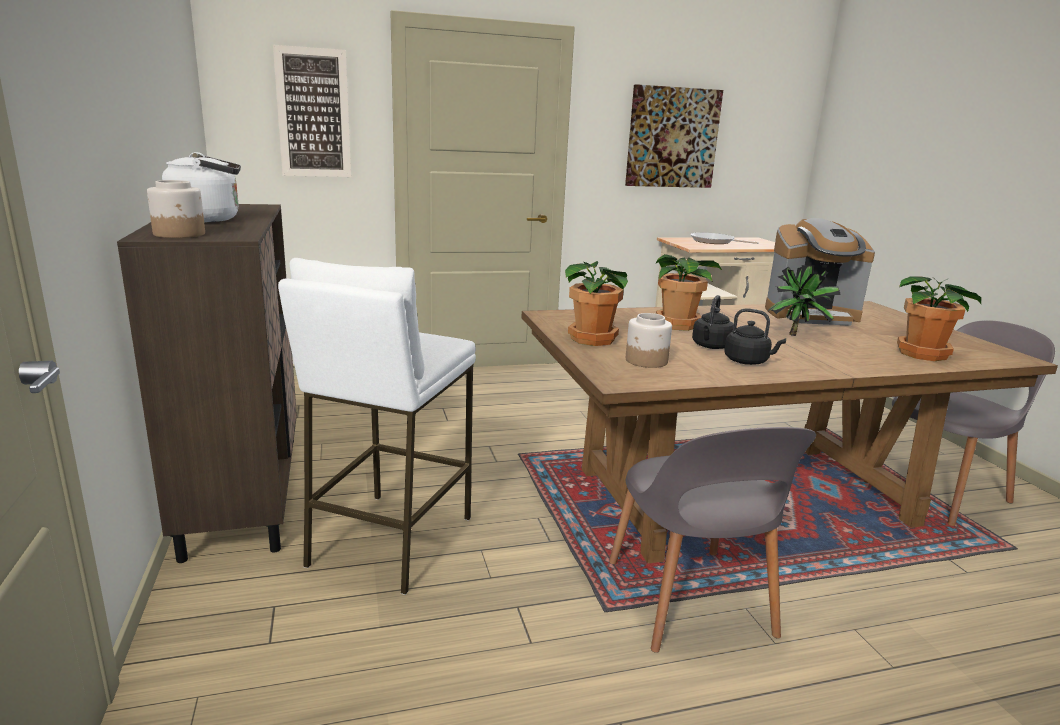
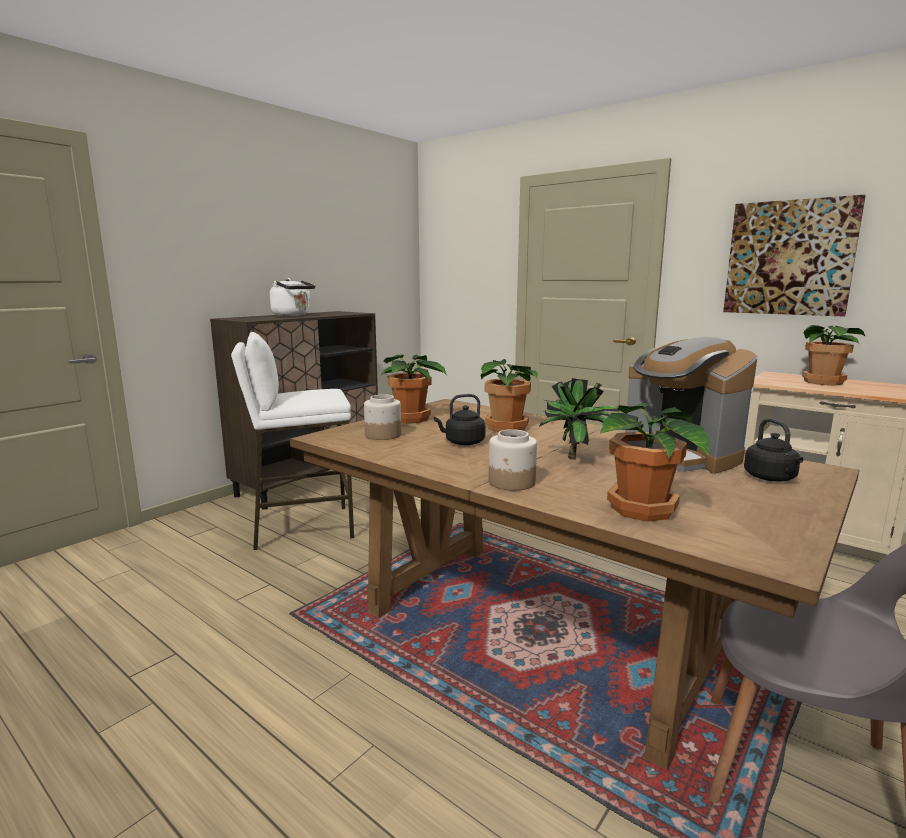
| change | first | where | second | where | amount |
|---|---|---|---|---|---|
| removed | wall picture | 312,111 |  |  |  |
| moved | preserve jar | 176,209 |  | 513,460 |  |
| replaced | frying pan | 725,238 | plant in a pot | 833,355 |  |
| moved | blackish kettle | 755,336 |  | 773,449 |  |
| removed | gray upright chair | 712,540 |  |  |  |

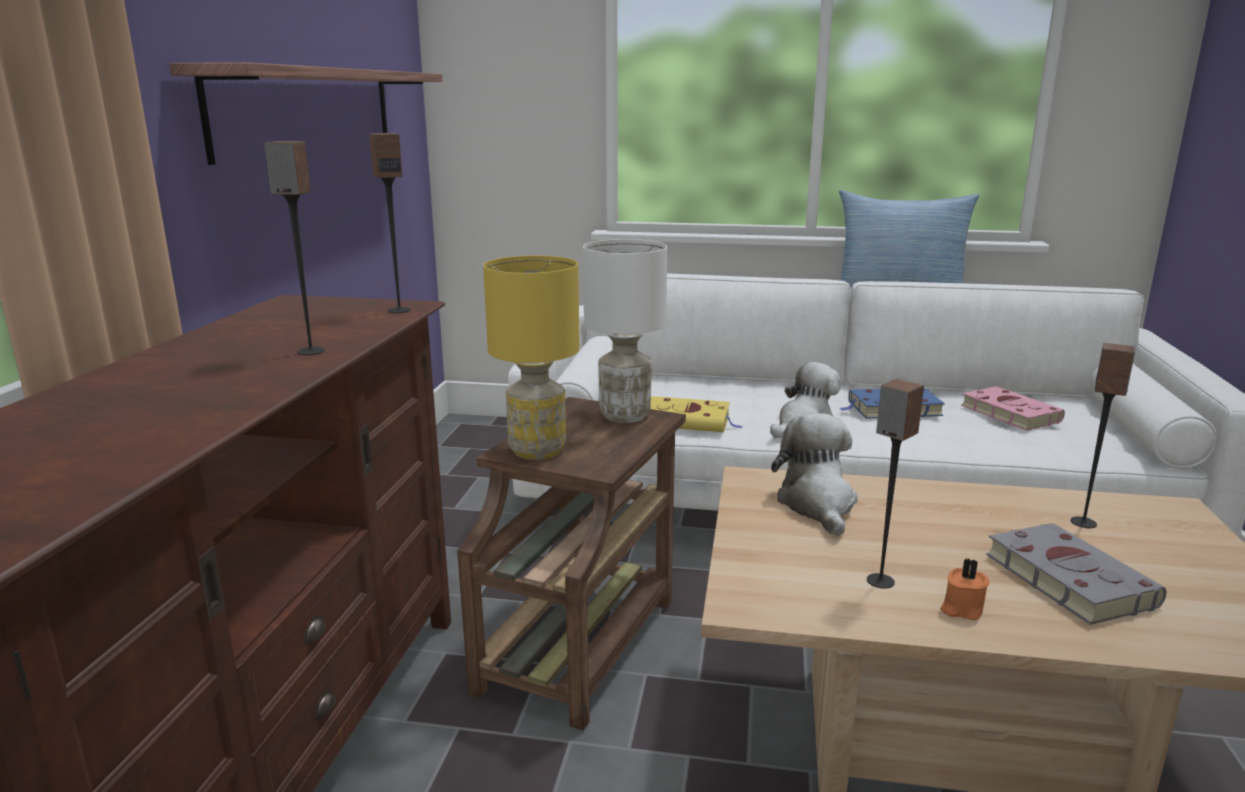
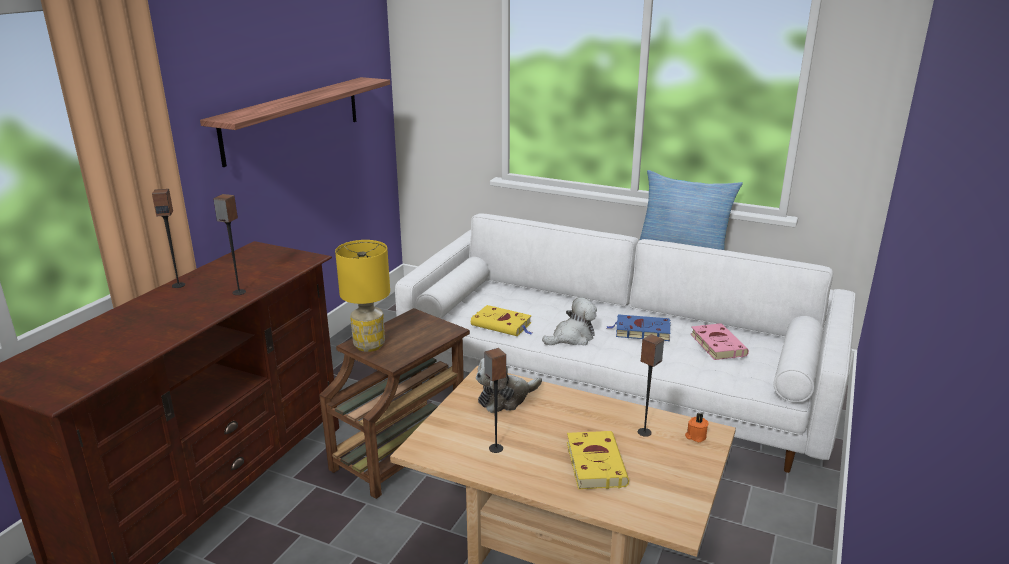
| change | first | where | second | where | amount |
|---|---|---|---|---|---|
| moved | audio speaker | 390,223 |  | 169,238 |  |
| removed | whitish tabletop lamp | 625,331 |  |  |  |
| turned | plush toy | 814,474 |  | 509,385 | 135 degrees counterclockwise |
| recoloured | gray volume | 1076,574 | yellowish volume | 598,460 |  |
| moved | orangey wax light | 965,589 |  | 697,427 |  |

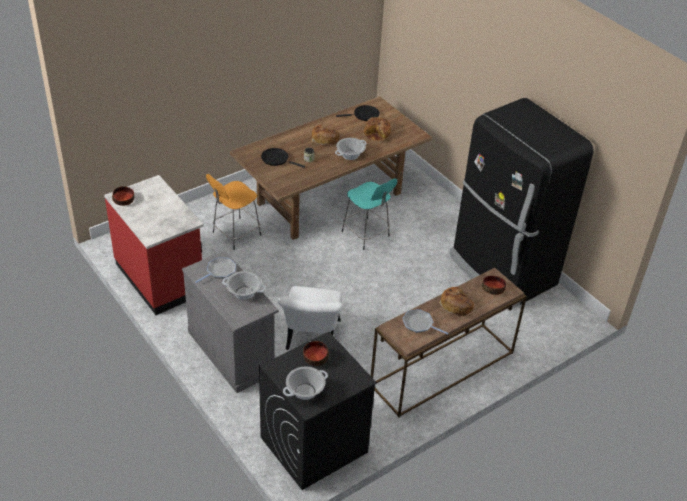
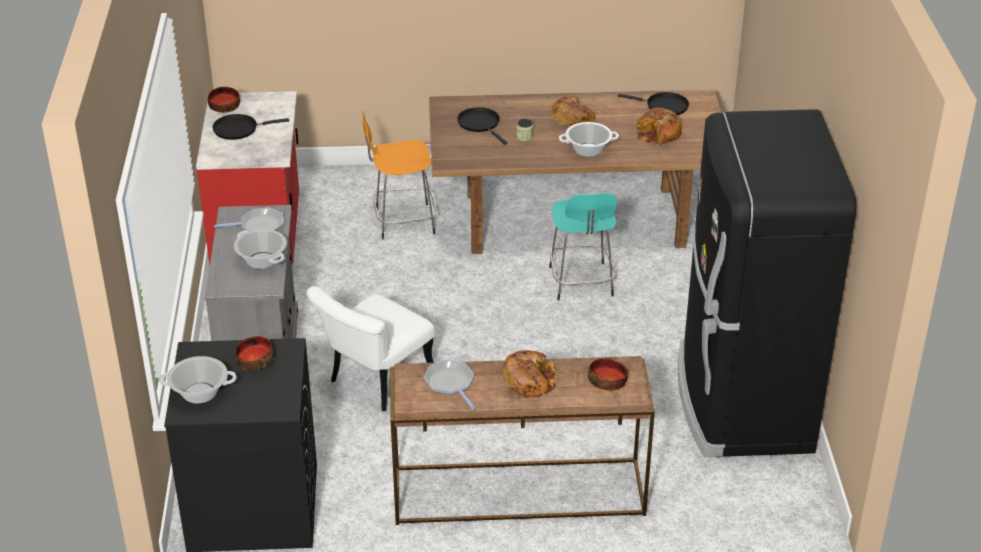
| change | first | where | second | where | amount |
|---|---|---|---|---|---|
| added |  |  | blackish frying pan | 251,127 |  |

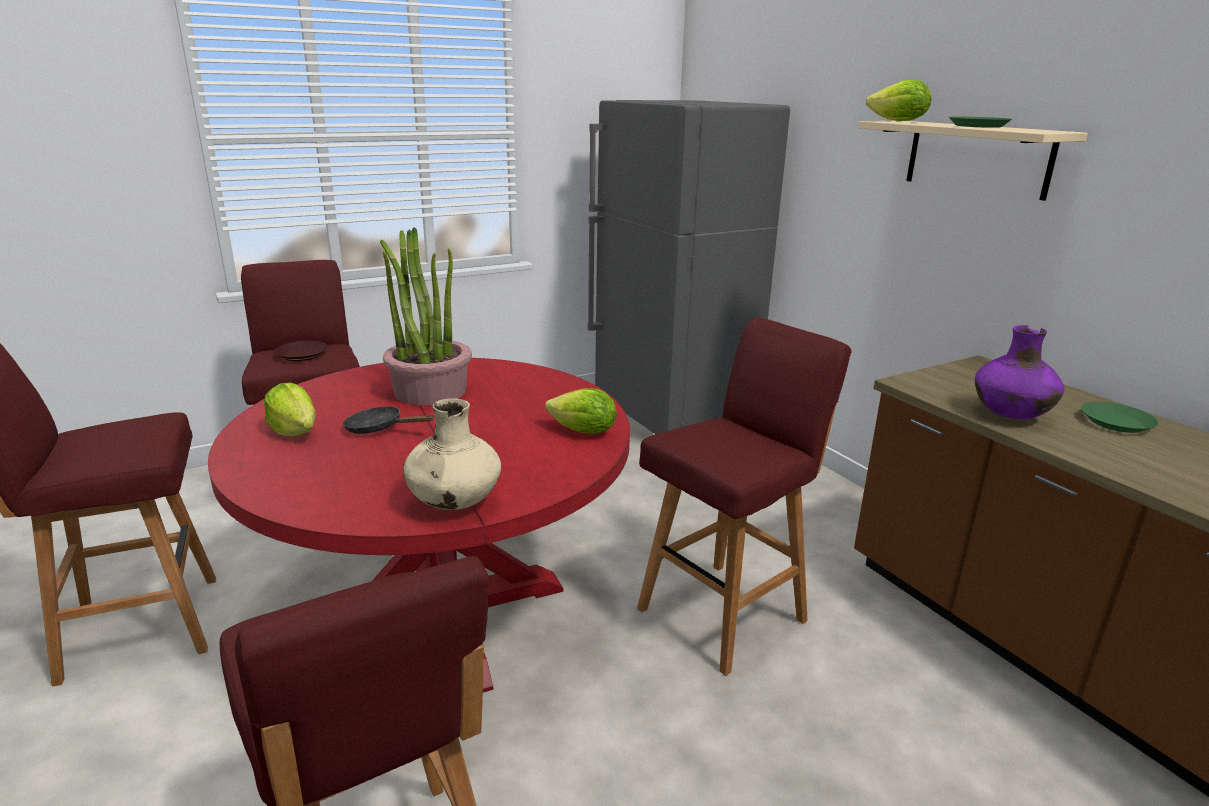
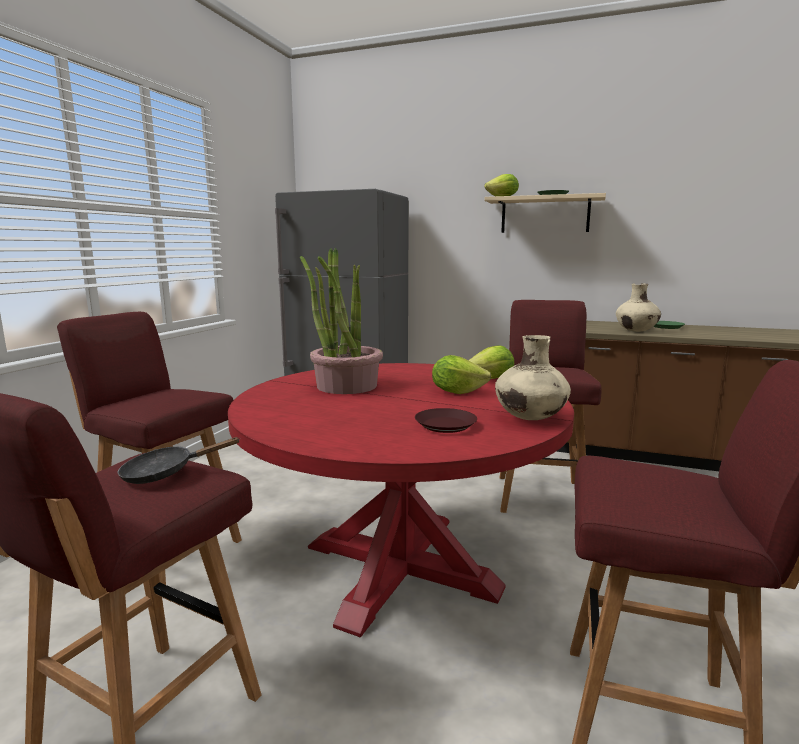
| change | first | where | second | where | amount |
|---|---|---|---|---|---|
| recoloured | purple flower vase | 1020,372 | sand-coloured flower vase | 638,307 |  |
| moved | brown dinner plate | 301,351 |  | 446,420 |  |
| moved | lettuce | 290,410 |  | 461,374 |  |
| moved | blackish frying pan | 388,420 |  | 179,460 |  |

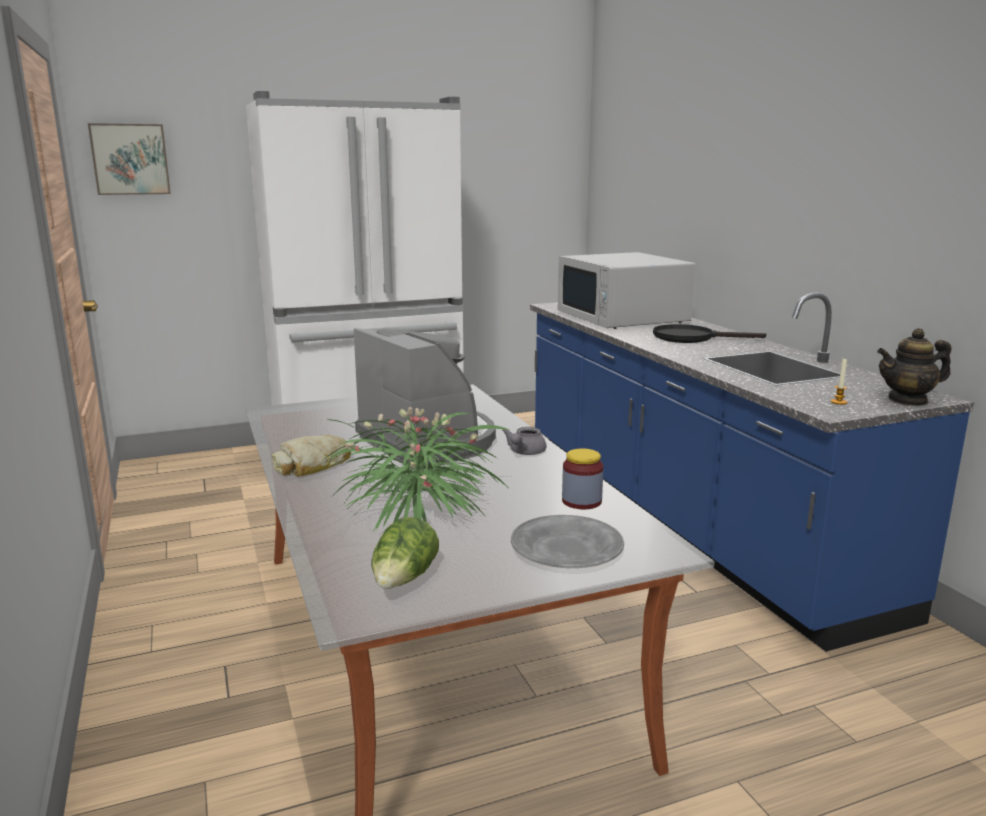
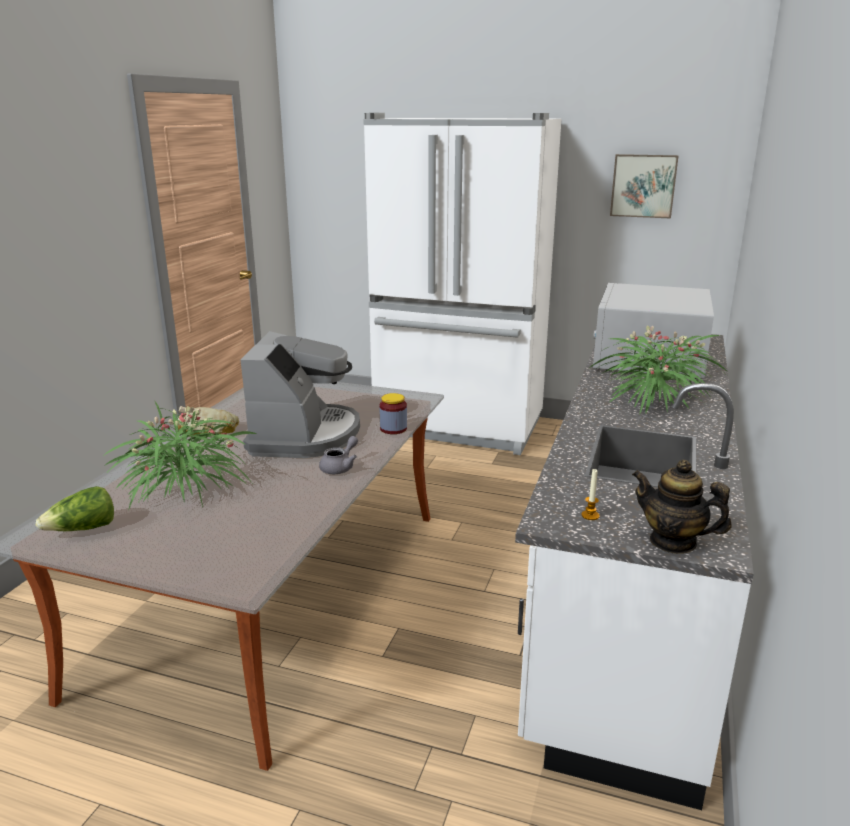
| change | first | where | second | where | amount |
|---|---|---|---|---|---|
| moved | wall picture | 129,159 |  | 644,186 |  |
| recoloured | blue-coloured kitchen counter | 752,472 | whitish kitchen counter | 634,572 |  |
| replaced | blackish frying pan | 709,333 | plant in a pot | 658,370 |  |
| turned | gray teapot | 524,441 |  | 338,455 | 150 degrees clockwise |
| moved | preserve jar | 582,478 |  | 393,413 |  |
| removed | gray dinner plate | 567,541 |  |  |  |

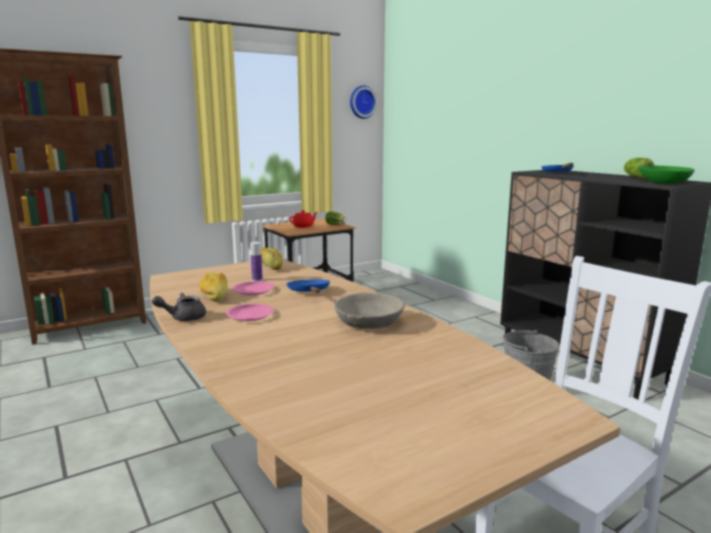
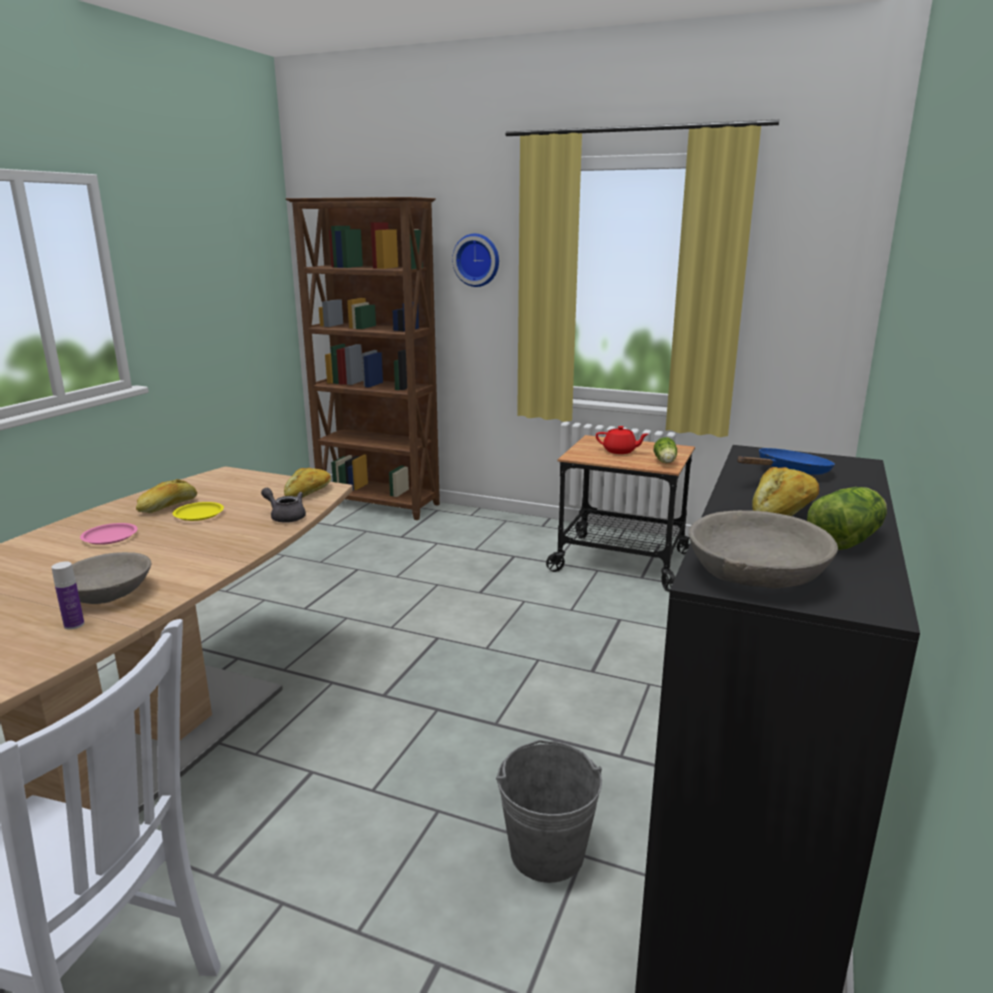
| change | first | where | second | where | amount |
|---|---|---|---|---|---|
| moved | hanging clock | 363,102 |  | 475,260 |  |
| recoloured | green bowl | 666,174 | gray bowl | 763,549 |  |
| moved | beverage bottle | 256,261 |  | 67,596 |  |
| removed | blue-coloured frying pan | 308,286 |  |  |  |
| recoloured | pinkish dinner plate | 253,288 | yellowish dinner plate | 198,511 |  |
| moved | gray teapot | 179,307 |  | 283,505 |  |
| added |  |  | bakery bread | 785,491 |  |

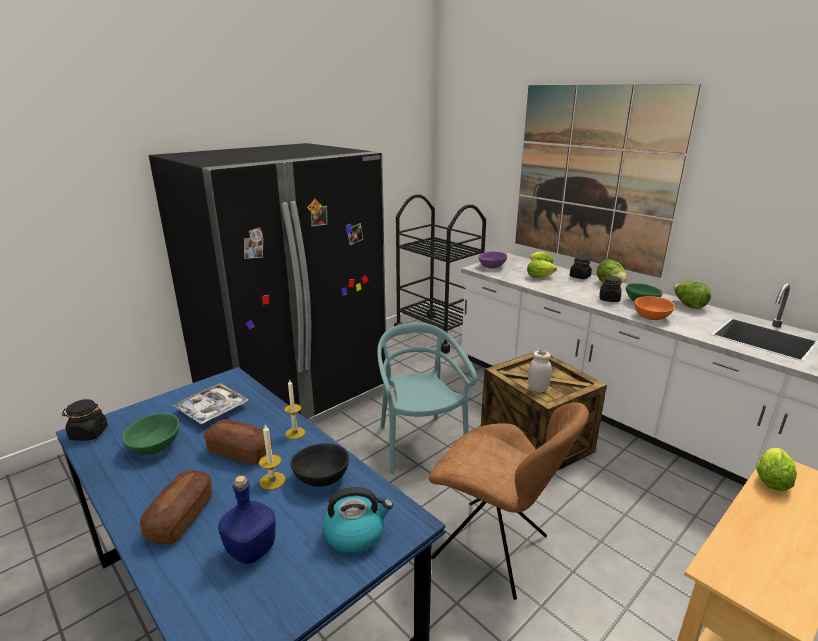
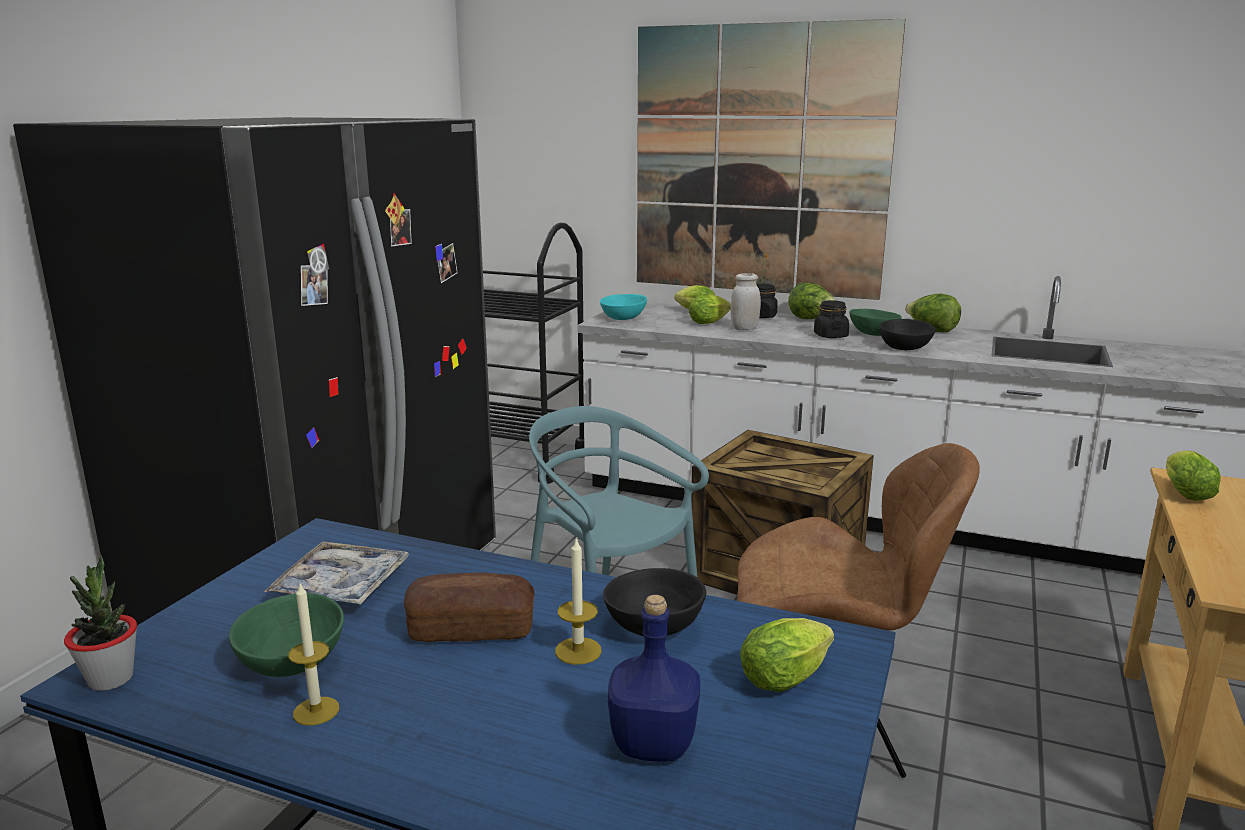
| change | first | where | second | where | amount |
|---|---|---|---|---|---|
| recoloured | purple bowl | 492,260 | turquoise bowl | 623,307 |  |
| recoloured | orangey bowl | 655,308 | blackish bowl | 908,334 |  |
| moved | whitish preserve jar | 540,371 |  | 745,301 |  |
| moved | wax light | 294,409 |  | 313,655 |  |
| replaced | blackish preserve jar | 85,420 | plant in a pot | 100,623 |  |
| removed | bakery bread | 176,507 |  |  |  |
| replaced | kettle | 358,520 | lettuce | 787,655 |  |

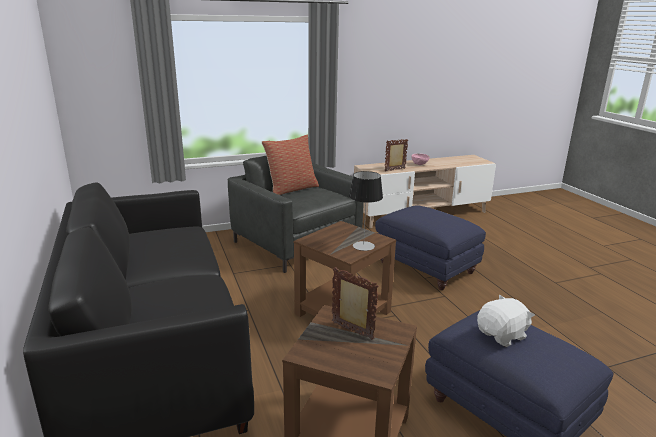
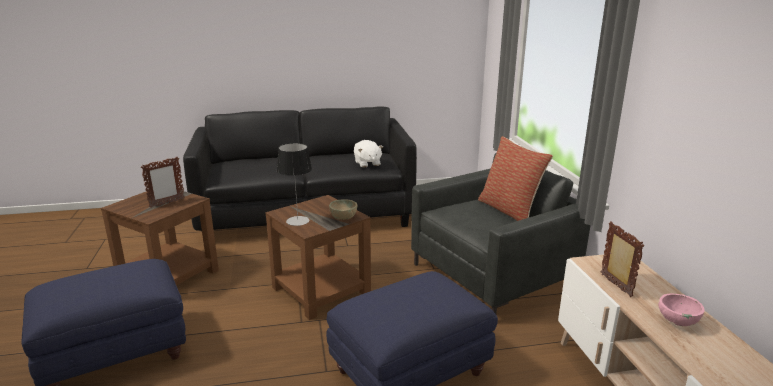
| change | first | where | second | where | amount |
|---|---|---|---|---|---|
| moved | whitish plush toy | 506,321 |  | 368,154 |  |
| added |  |  | sand-coloured bowl | 343,209 |  |

